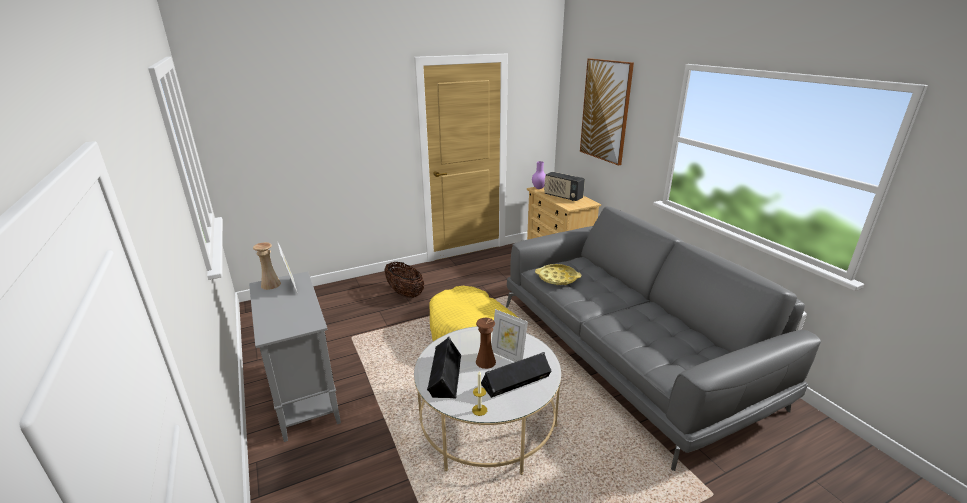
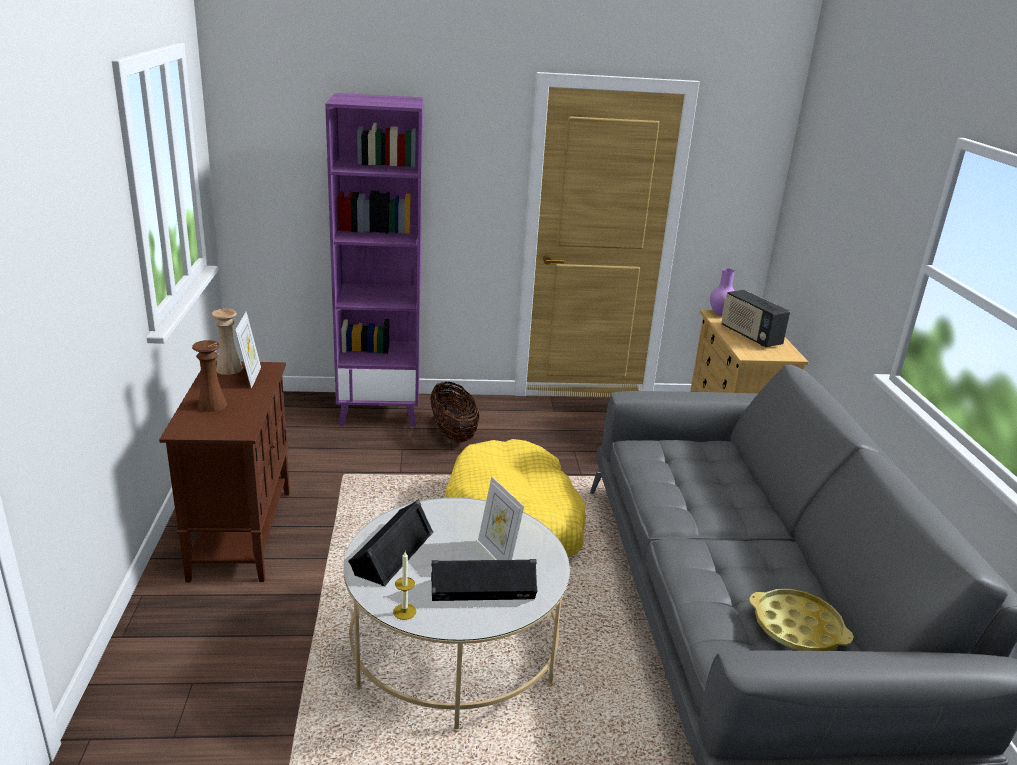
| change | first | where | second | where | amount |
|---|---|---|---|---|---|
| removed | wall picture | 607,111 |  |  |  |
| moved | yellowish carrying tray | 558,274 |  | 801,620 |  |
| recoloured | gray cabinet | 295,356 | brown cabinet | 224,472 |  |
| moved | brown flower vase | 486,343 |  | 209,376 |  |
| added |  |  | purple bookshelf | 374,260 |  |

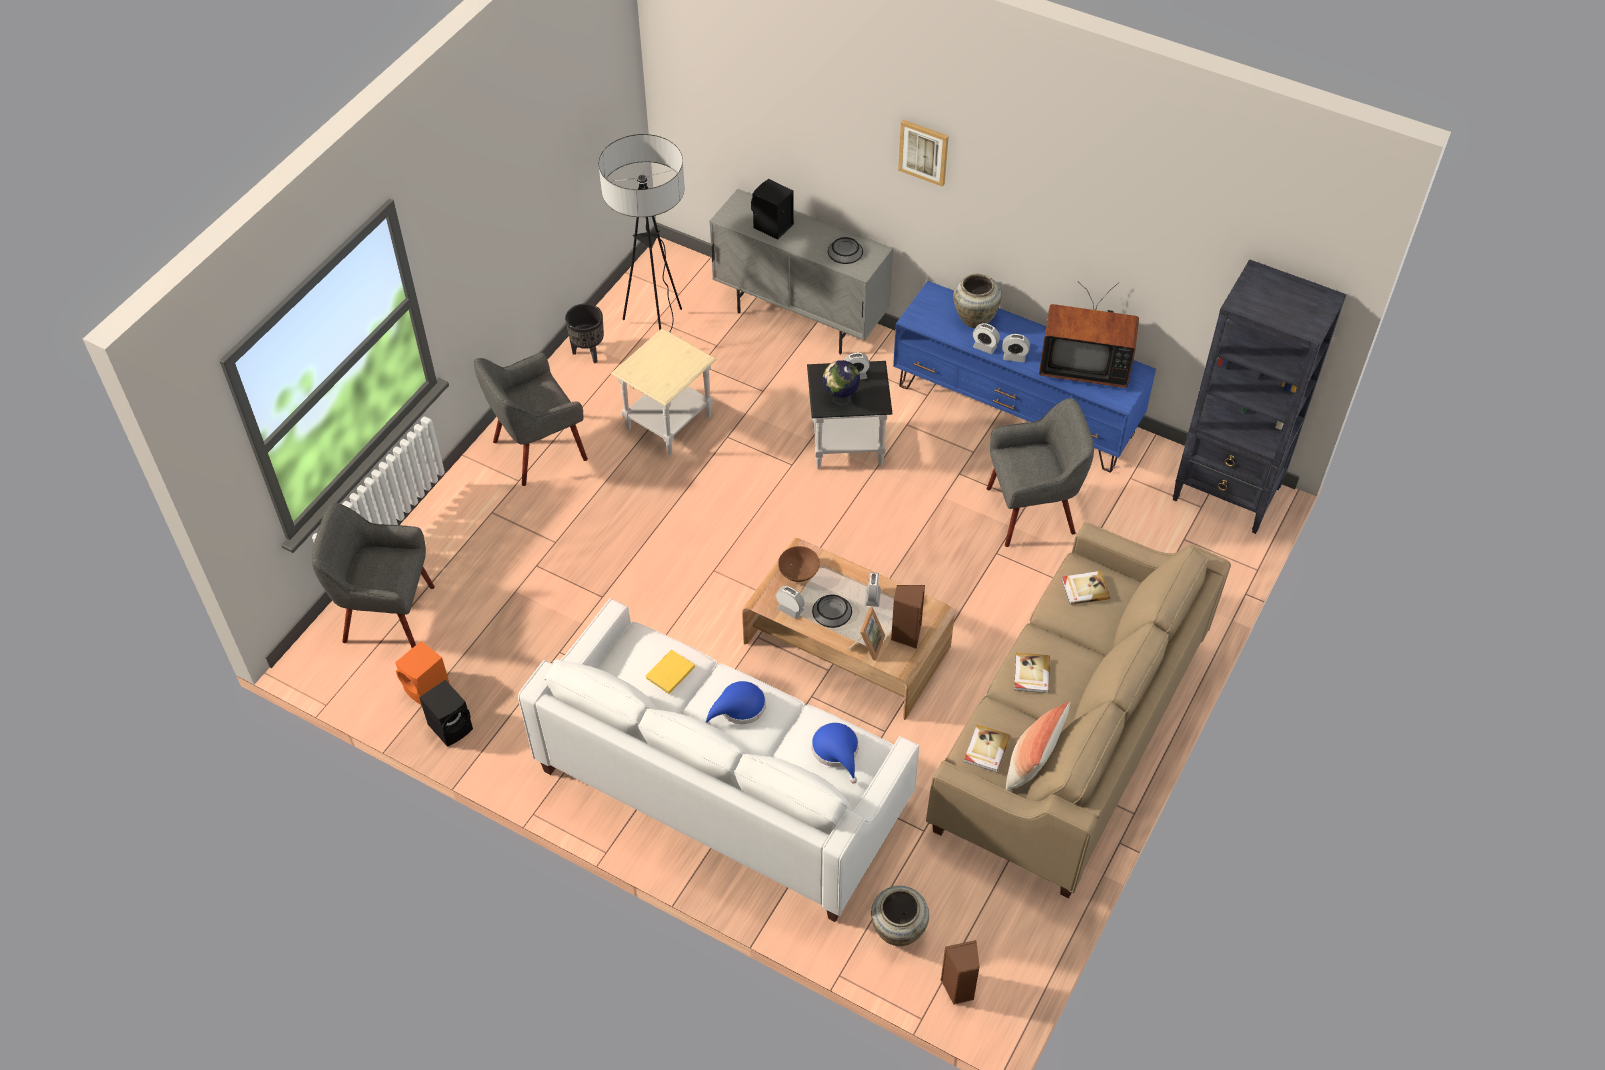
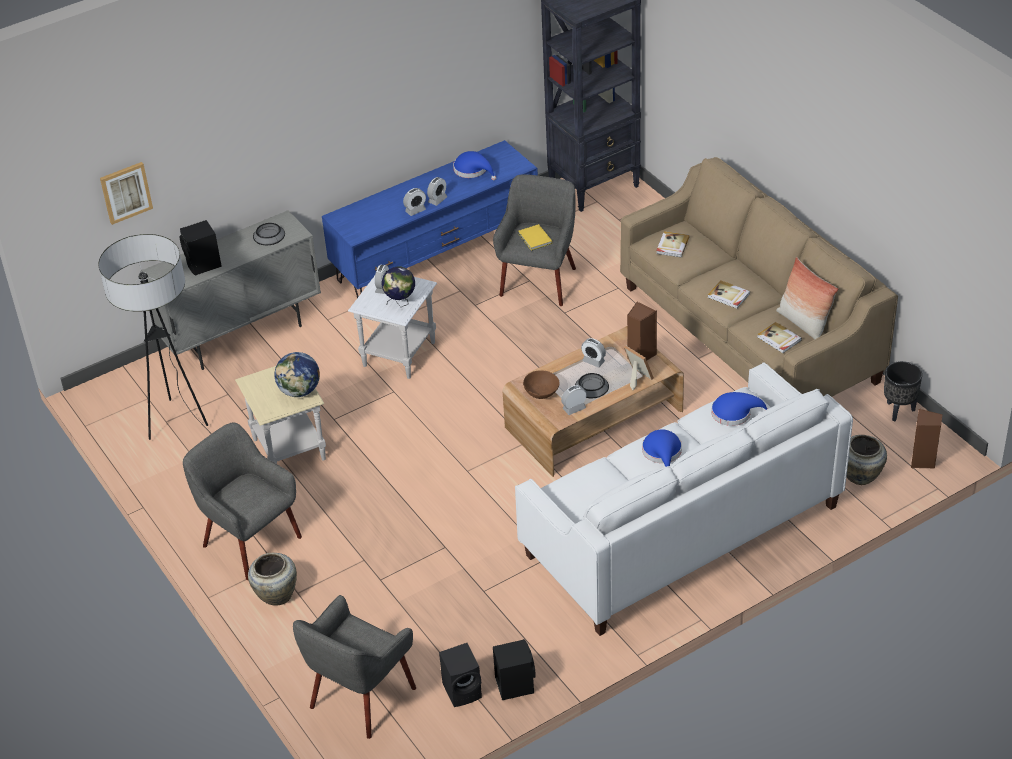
| change | first | where | second | where | amount |
|---|---|---|---|---|---|
| moved | wall picture | 923,153 |  | 126,193 |  |
| moved | sand-coloured flower vase | 977,301 |  | 272,579 |  |
| replaced | TV | 1089,335 | blue-coloured clothing hat | 474,165 |  |
| moved | blackish flower pot | 584,333 |  | 903,391 |  |
| turned | gray armchair | 531,419 |  | 242,501 | 135 degrees clockwise |
| recoloured | blackish accent table | 850,415 | whitish accent table | 392,327 |  |
| recoloured | orangey audio speaker | 422,673 | blackish audio speaker | 460,675 |  |
| moved | yellowish volume | 670,671 |  | 535,237 |  |
| added |  |  | world globe | 297,374 |  |

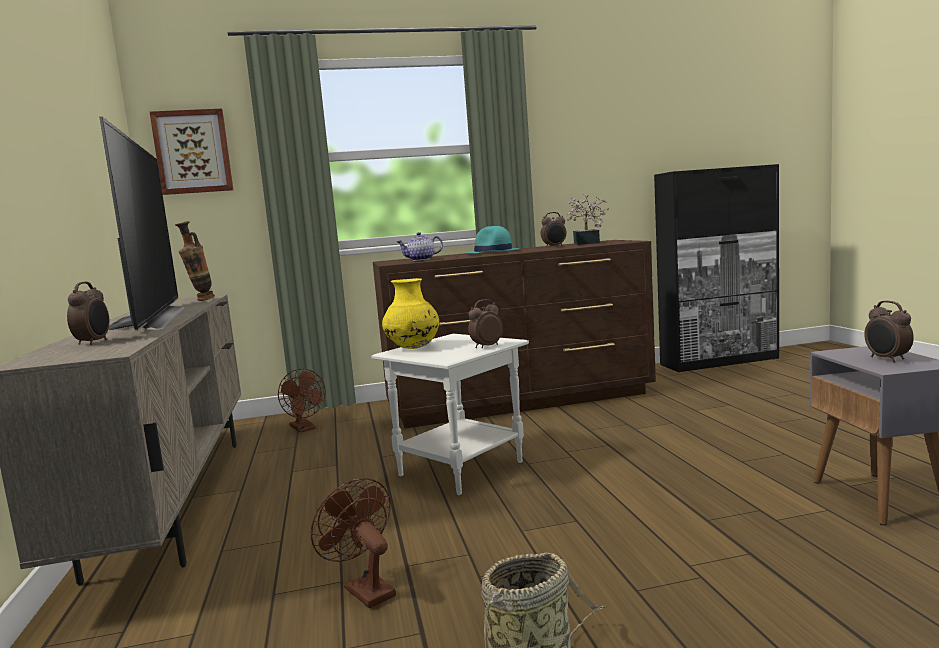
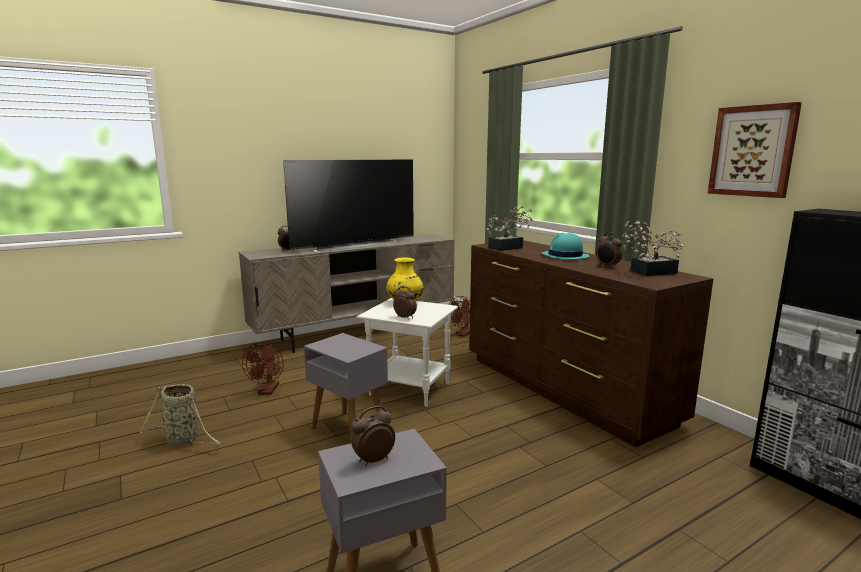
| change | first | where | second | where | amount |
|---|---|---|---|---|---|
| moved | wall picture | 191,151 |  | 755,150 |  |
| removed | flower vase | 195,261 |  |  |  |
| replaced | teapot | 420,246 | plant in a pot | 509,228 |  |
| turned | brown fan | 353,543 |  | 263,368 | 150 degrees clockwise |
| added |  |  | gray accent table | 346,387 |  |

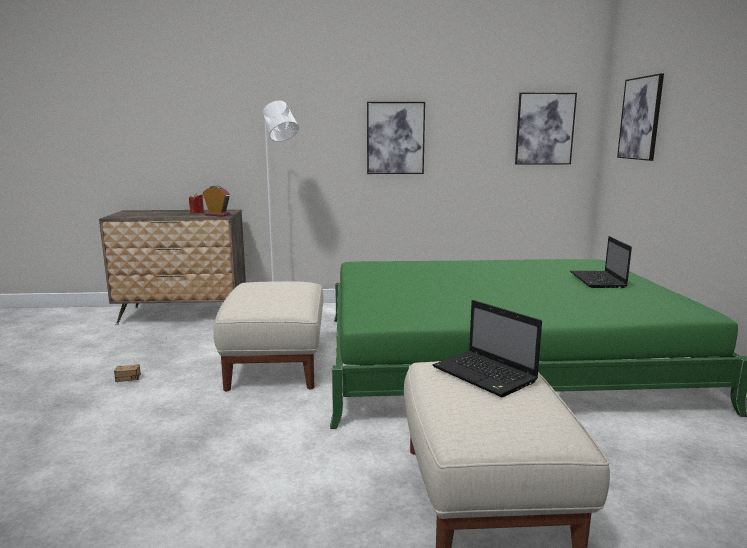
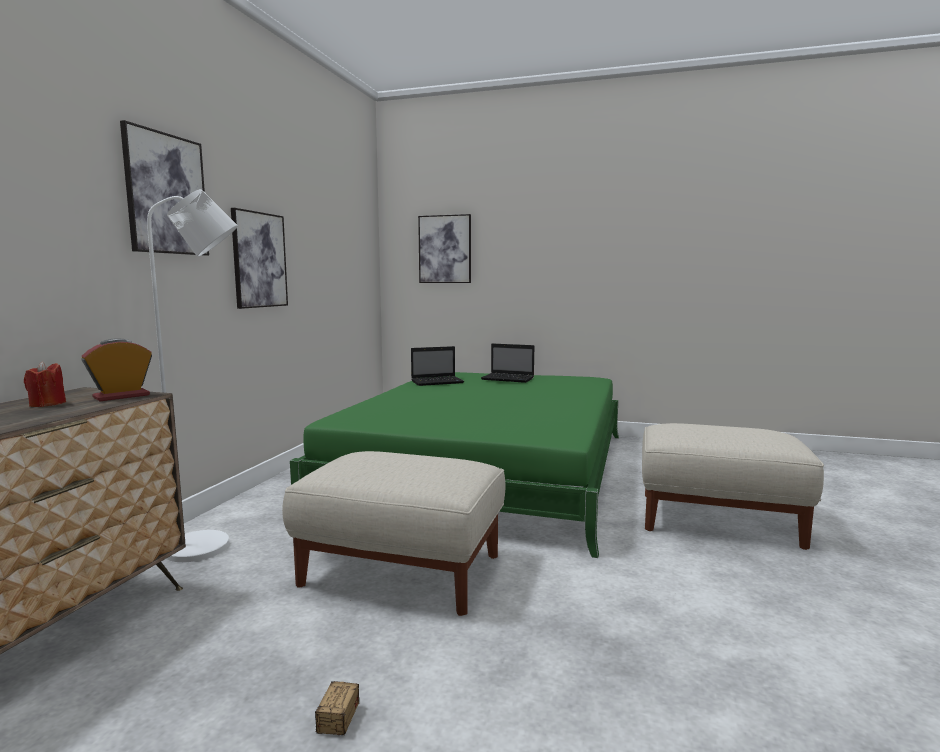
| change | first | where | second | where | amount |
|---|---|---|---|---|---|
| moved | wall picture | 546,129 |  | 164,188 |  |
| moved | notebook computer | 487,348 |  | 437,366 |  |

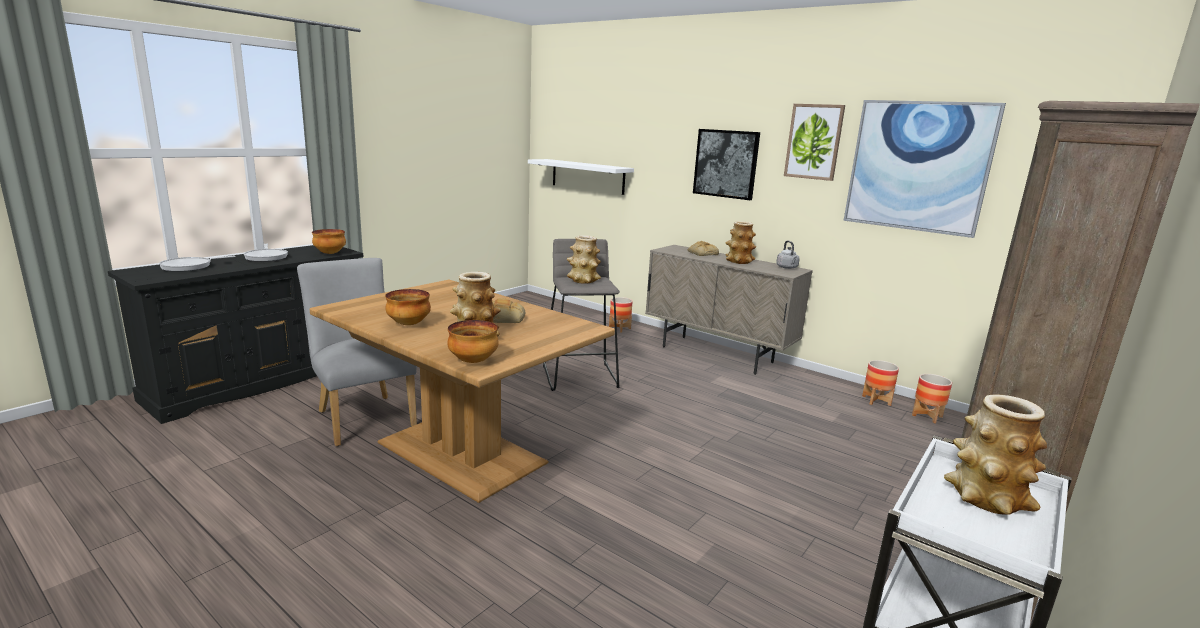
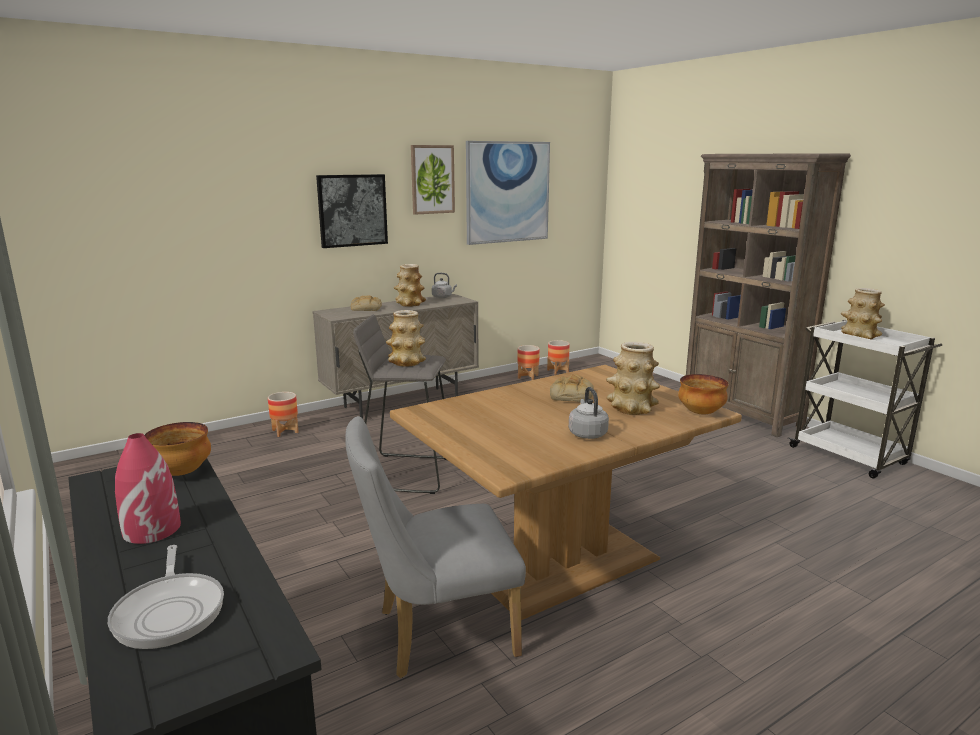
| change | first | where | second | where | amount |
|---|---|---|---|---|---|
| removed | whitish wall shelf | 581,177 |  |  |  |
| replaced | frying pan | 266,253 | reddish flower vase | 148,488 |  |
| replaced | bowl | 408,307 | gray kettle | 589,413 |  |

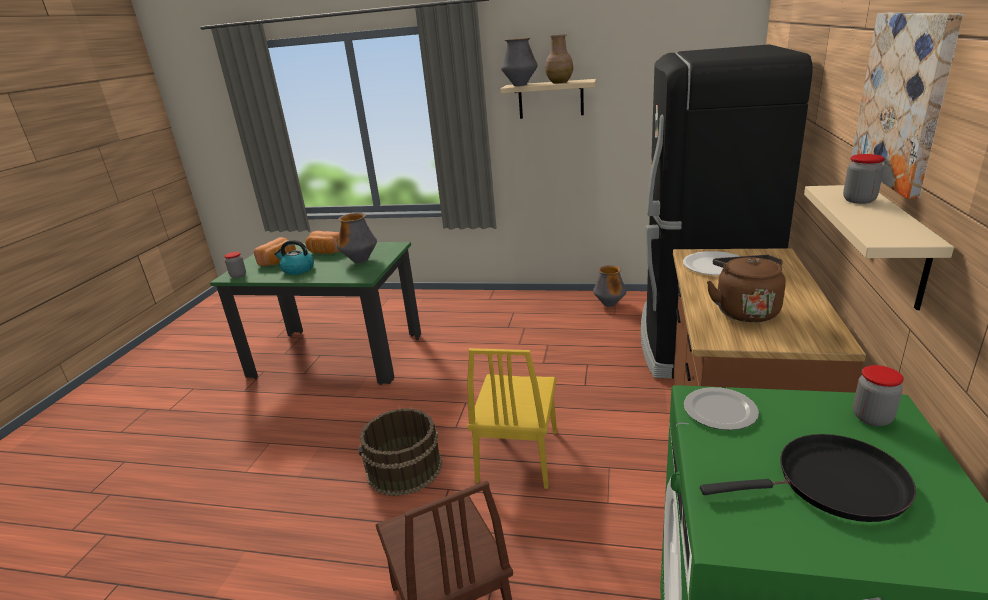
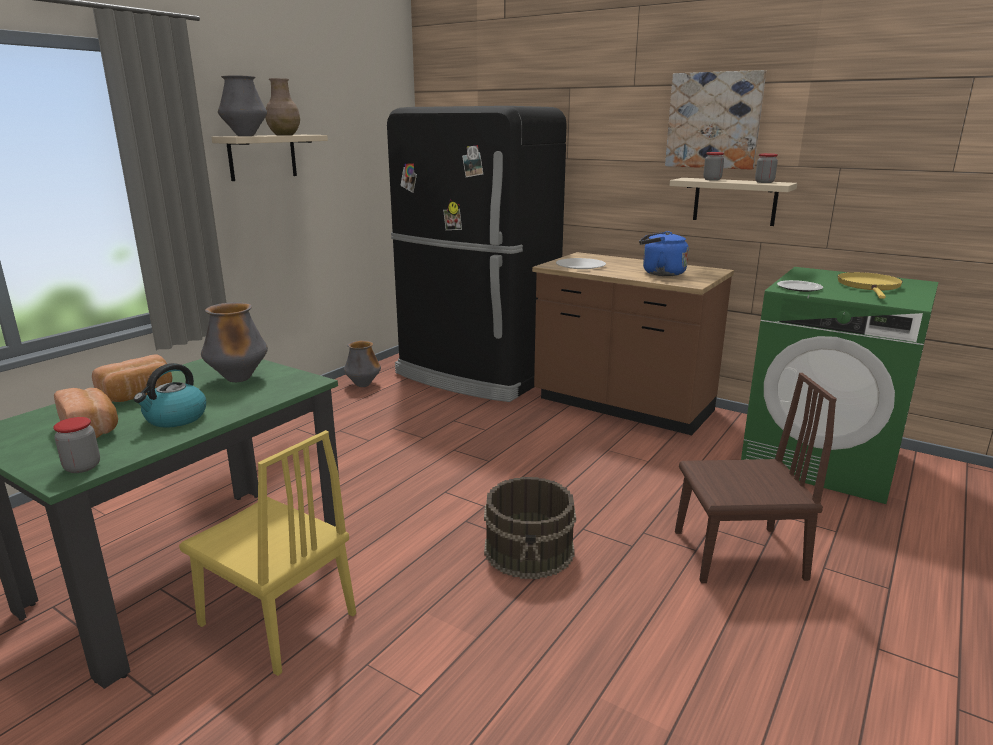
| change | first | where | second | where | amount |
|---|---|---|---|---|---|
| recoloured | brown kettle | 746,288 | blue-coloured kettle | 664,253 |  |
| moved | yellowish upright chair | 512,418 |  | 267,553 |  |
| moved | preserve jar | 878,395 |  | 766,168 |  |
| recoloured | blackish frying pan | 808,478 | yellowish frying pan | 870,285 |  |

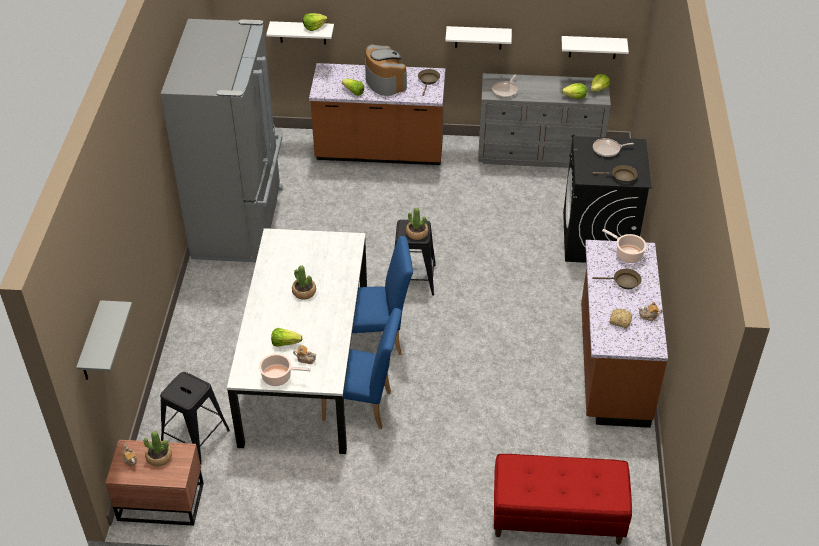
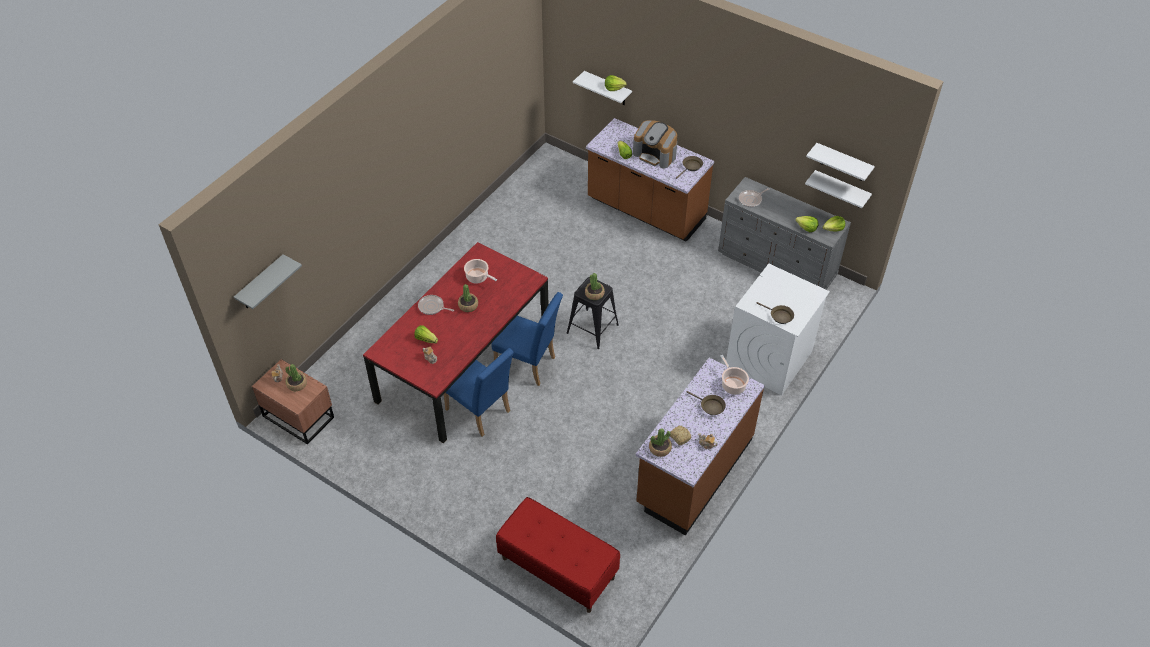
| change | first | where | second | where | amount |
|---|---|---|---|---|---|
| removed | gray kitchen fridge | 222,140 |  |  |  |
| moved | whitish wall shelf | 478,37 |  | 840,162 |  |
| turned | coffee machine | 386,70 |  | 655,144 | 120 degrees clockwise |
| recoloured | blackish laundry appliance | 607,199 | whitish laundry appliance | 778,330 |  |
| moved | frying pan | 613,147 |  | 436,305 |  |
| recoloured | whitish dining table | 297,341 | reddish dining table | 456,342 |  |
| moved | saucepot | 285,370 |  | 480,271 |  |
| removed | blackish sitting stool | 195,418 |  |  |  |
| added |  |  | plant in a pot | 660,442 |  |

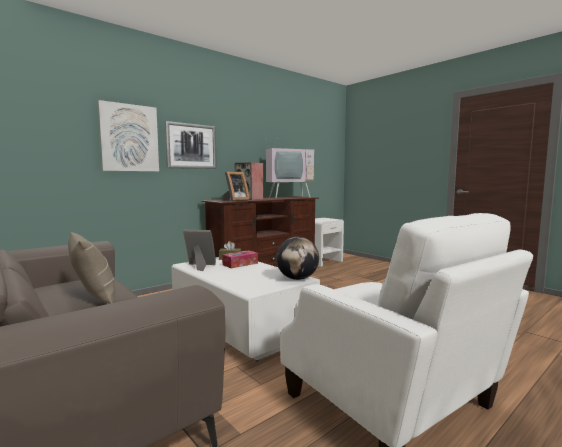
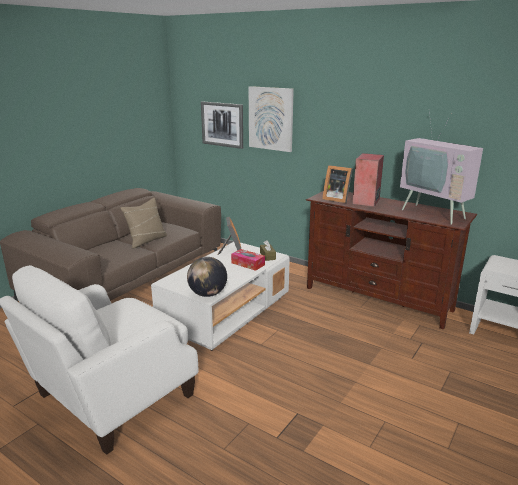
| change | first | where | second | where | amount |
|---|---|---|---|---|---|
| moved | wall picture | 191,145 |  | 222,125 |  |

